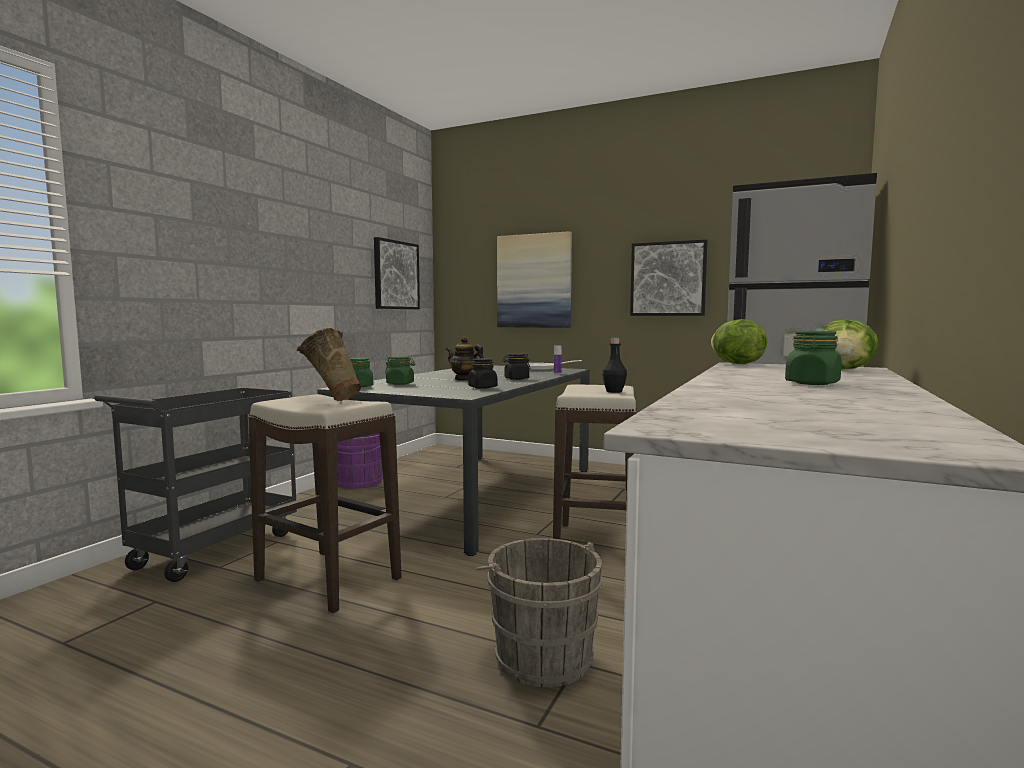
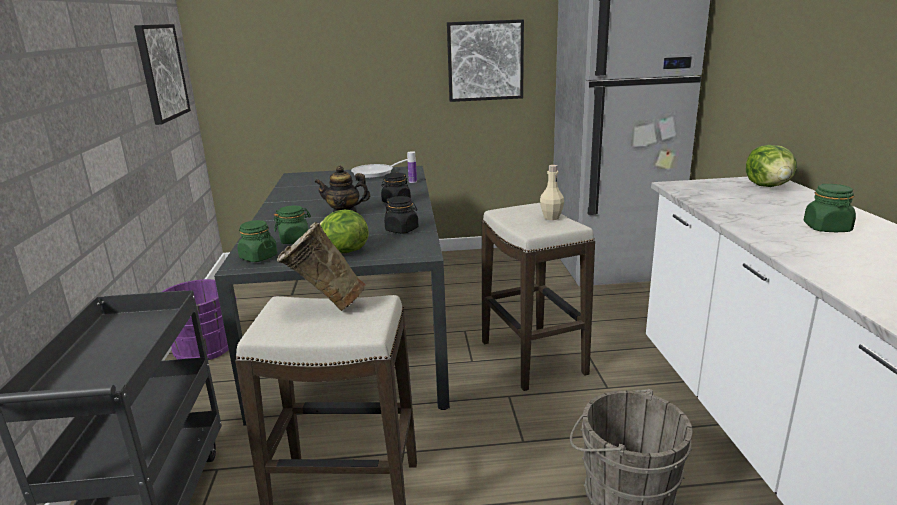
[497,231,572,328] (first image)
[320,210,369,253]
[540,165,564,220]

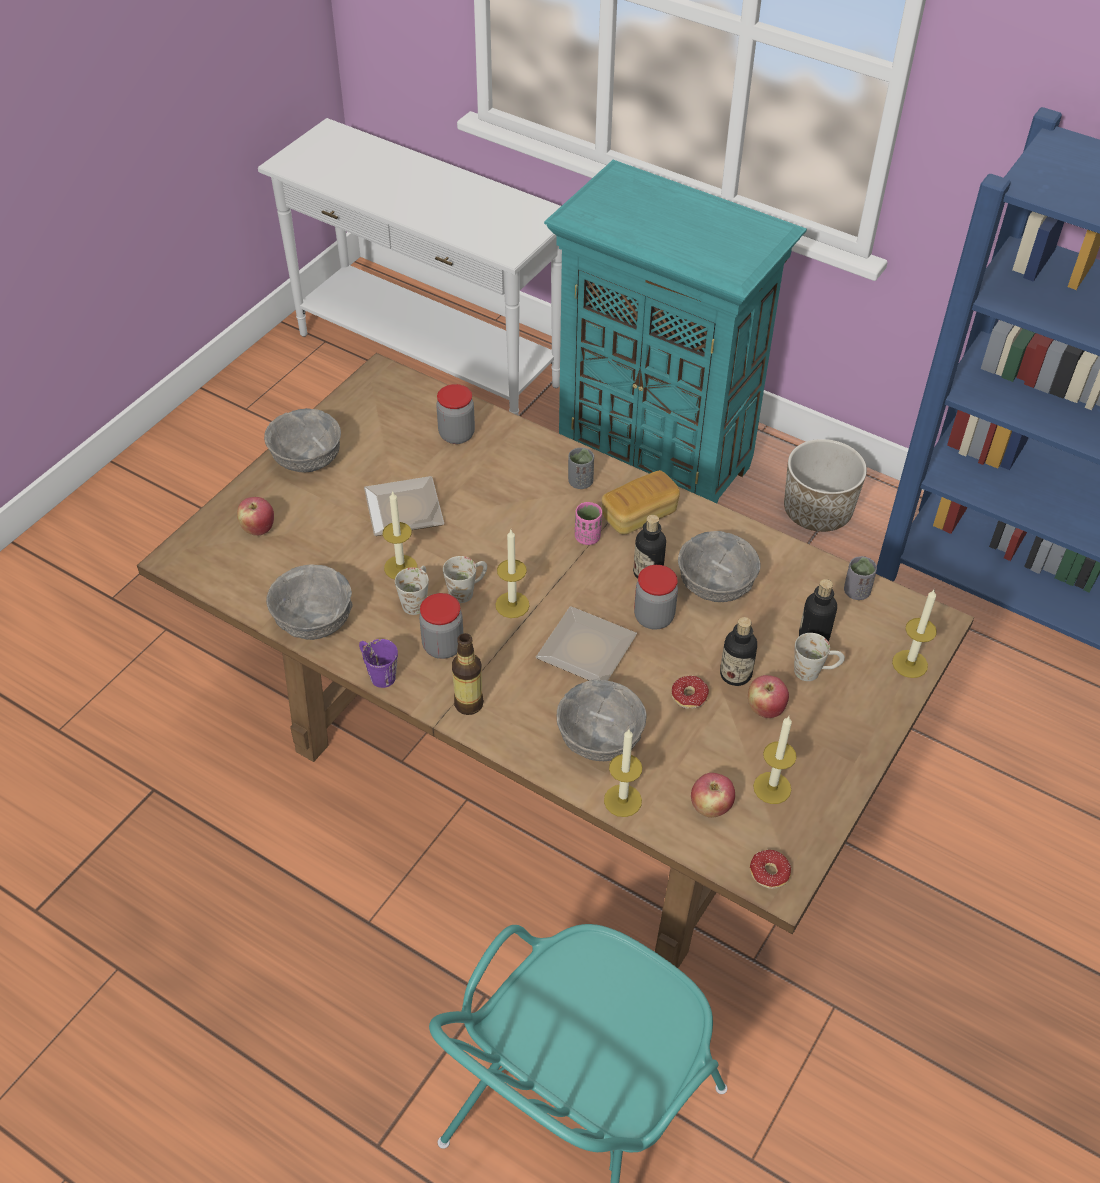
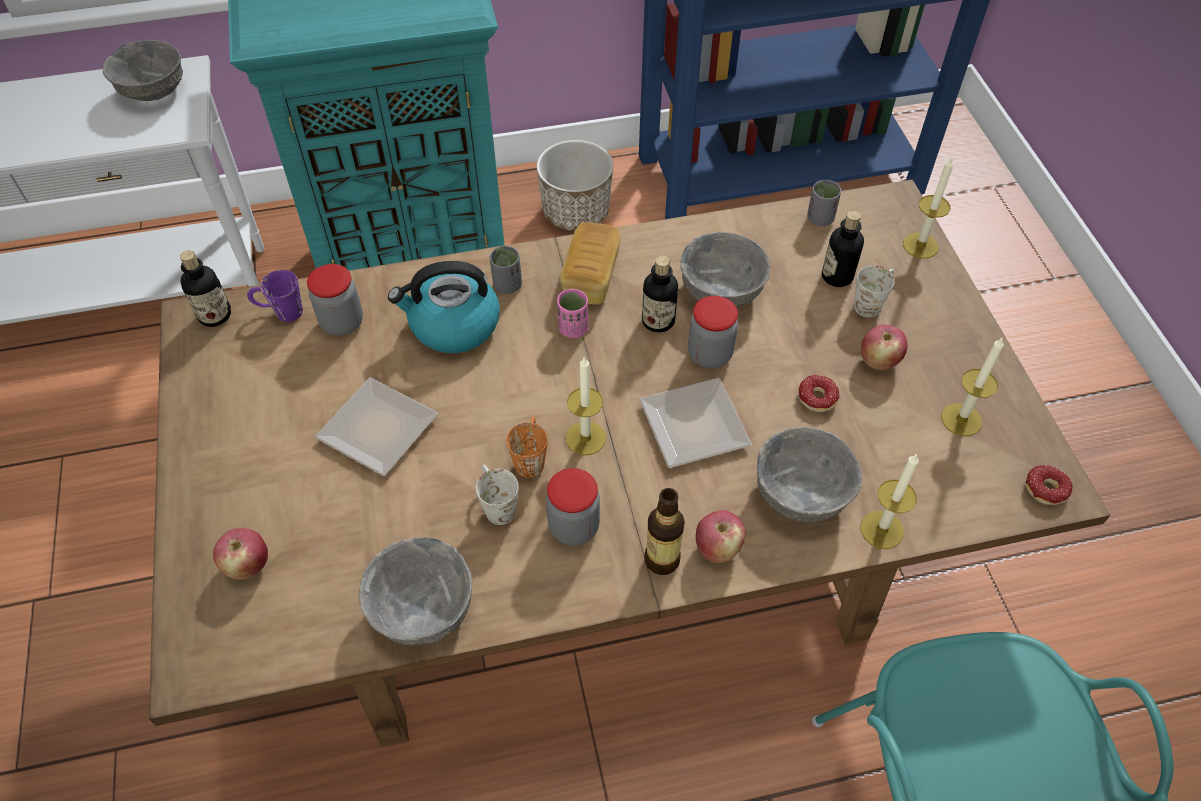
[383,491,417,579] (first image)
[388,261,500,353]
[103,40,183,101]
[247,270,303,322]
[696,510,746,563]
[180,250,231,327]
[506,416,548,478]

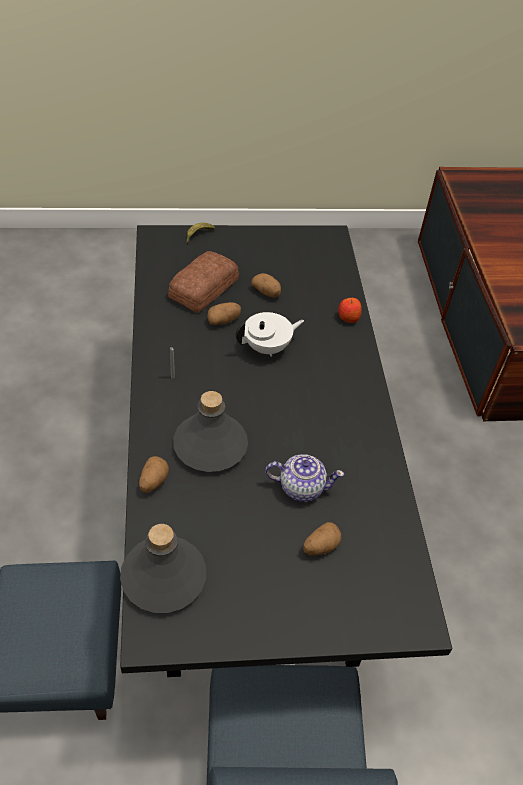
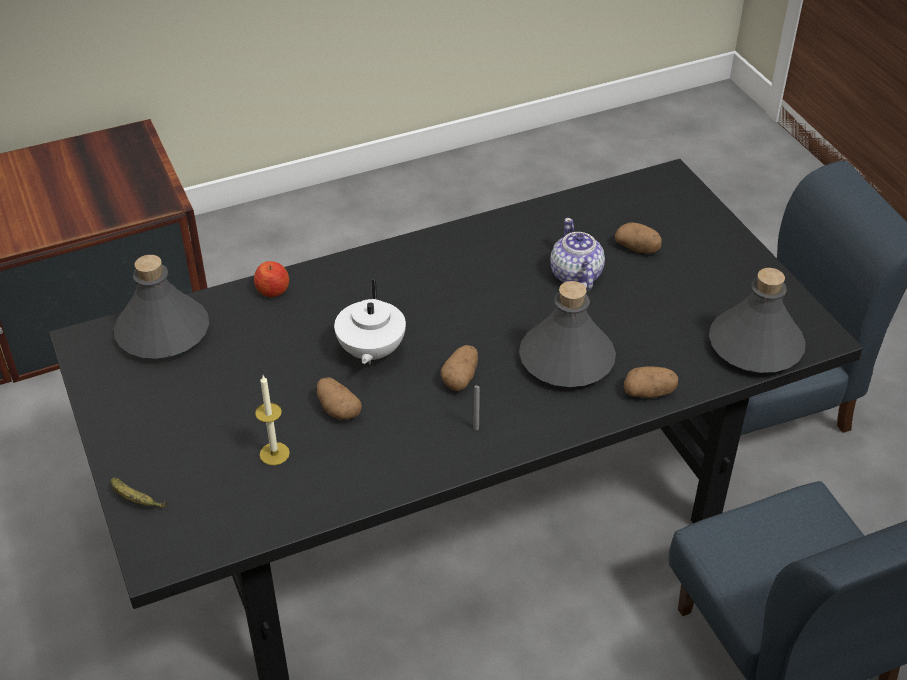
[114,255,209,359]
[440,345,478,391]
[255,376,290,465]
[334,280,406,364]

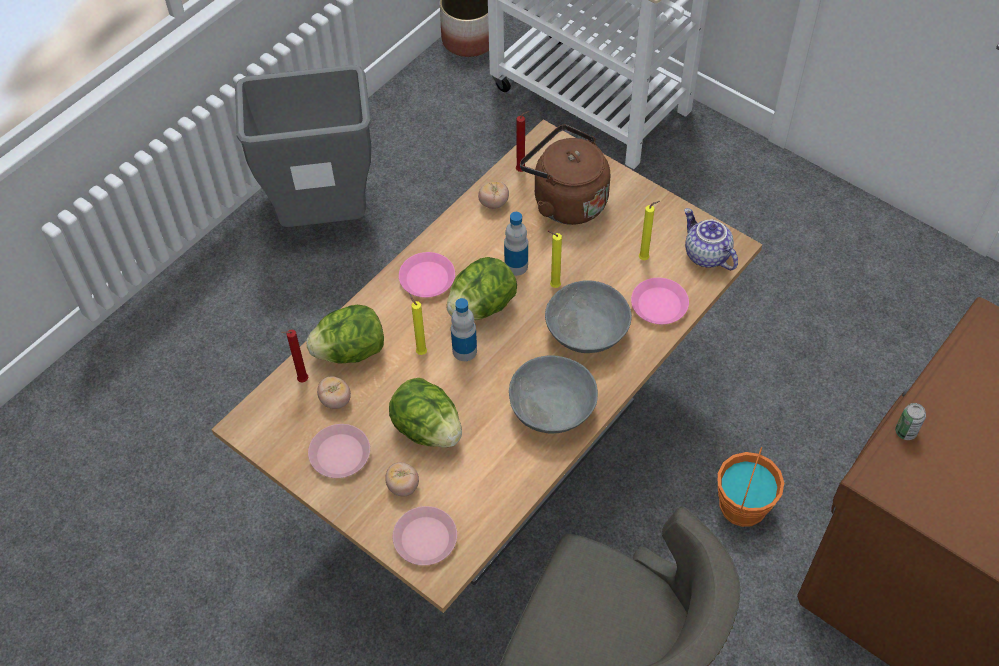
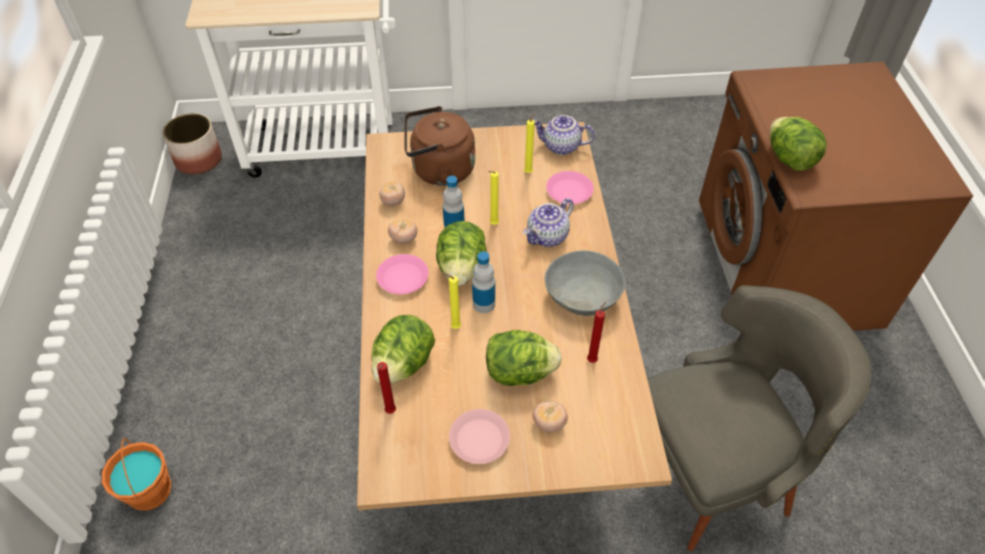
[235,65,371,227] (first image)
[393,506,457,565] (first image)
[388,219,417,244]
[587,301,606,363]
[102,438,171,511]
[523,198,574,247]
[770,117,827,171]

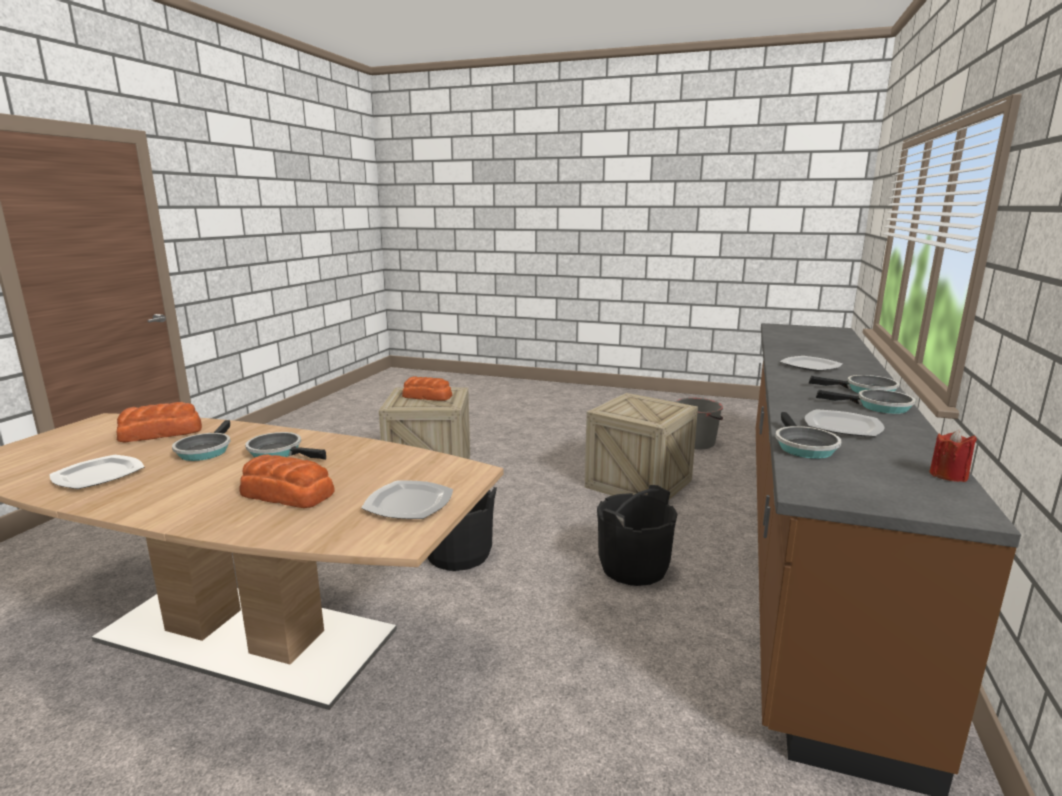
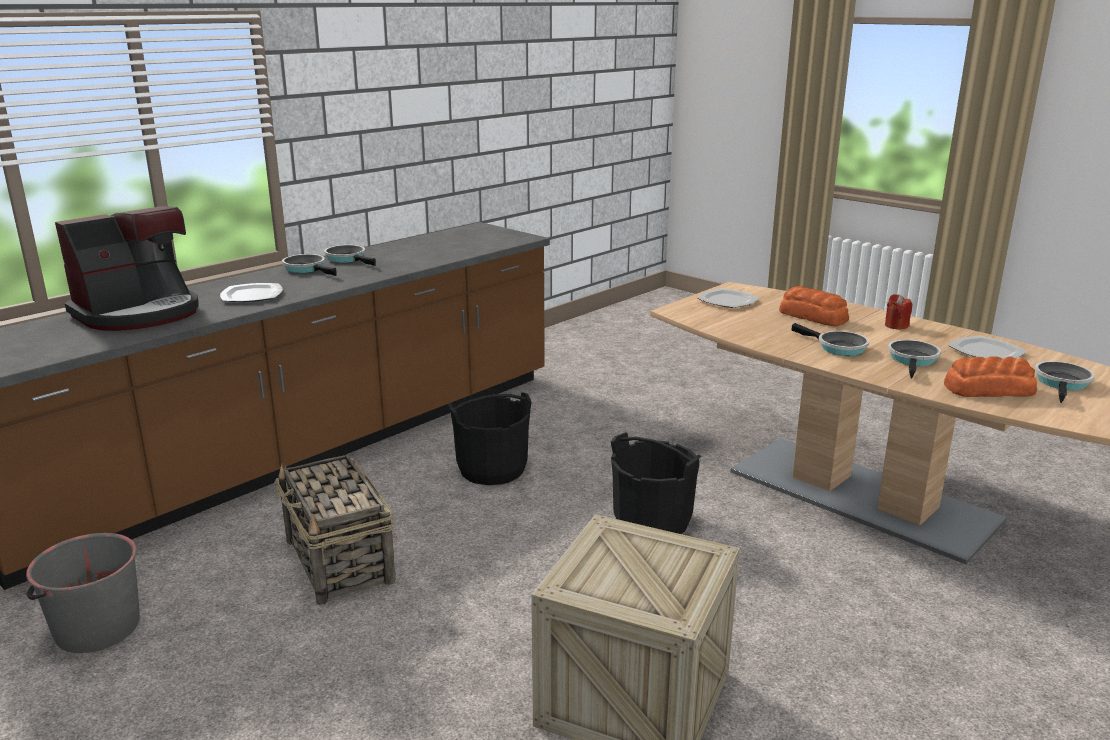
[402,376,452,401] (first image)
[805,409,884,437] (first image)
[55,206,199,331]
[1035,361,1095,403]
[885,294,912,330]
[274,455,396,605]

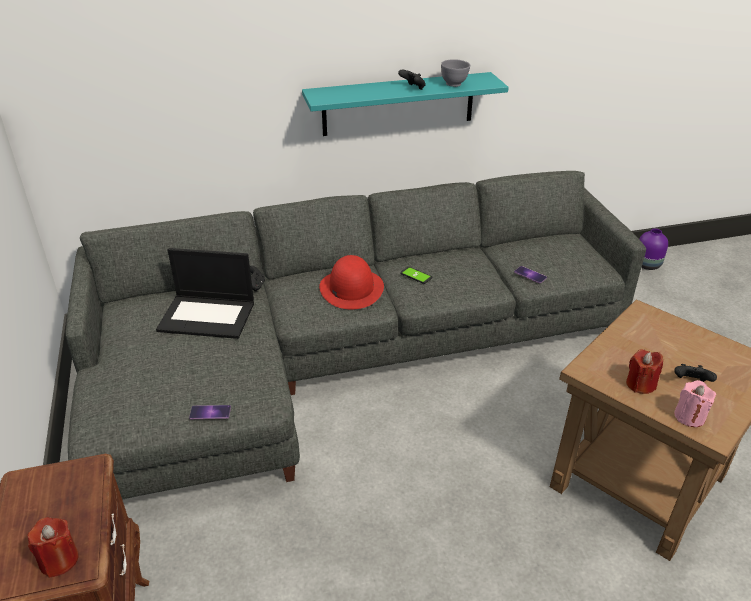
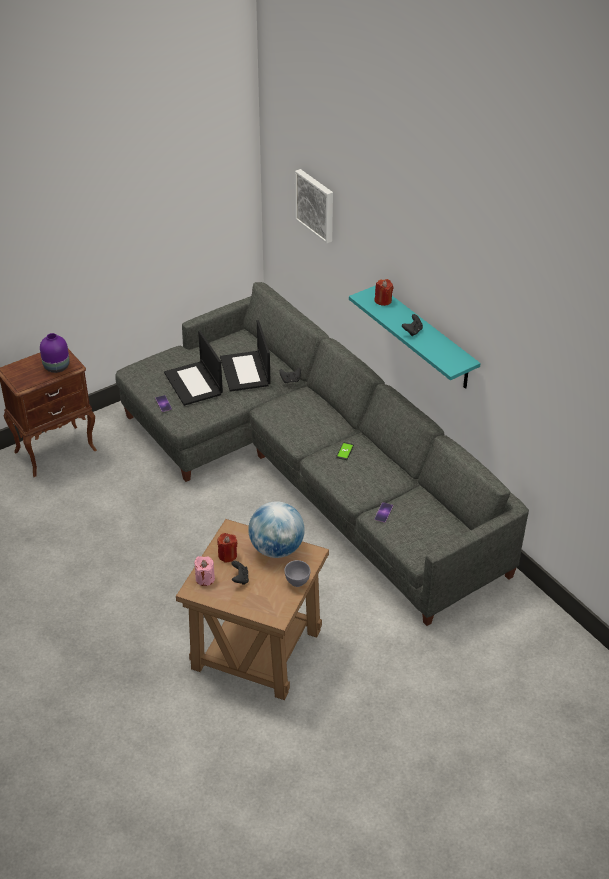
[319,255,384,309] (first image)
[164,330,223,406]
[248,501,305,558]
[295,169,333,244]
[374,279,394,306]
[284,560,311,587]
[40,333,70,373]

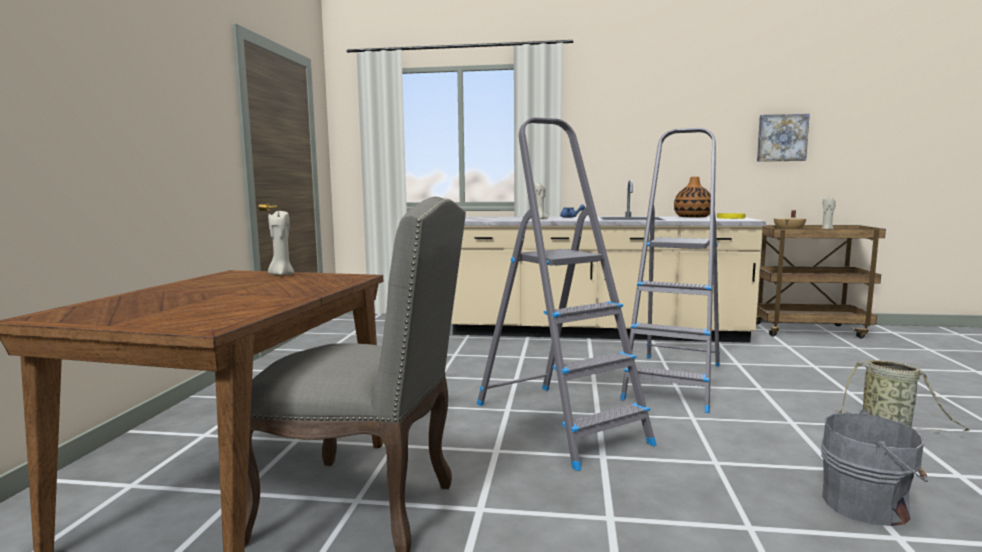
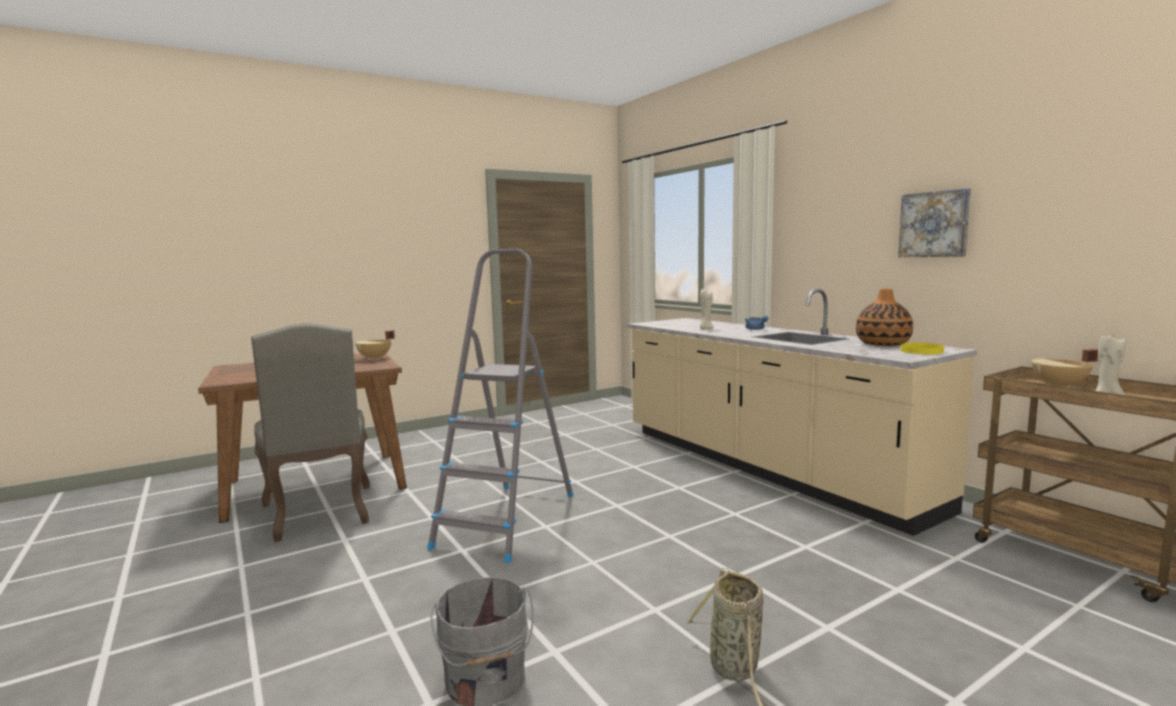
[620,128,720,413] (first image)
[898,188,971,257]
[354,330,395,360]

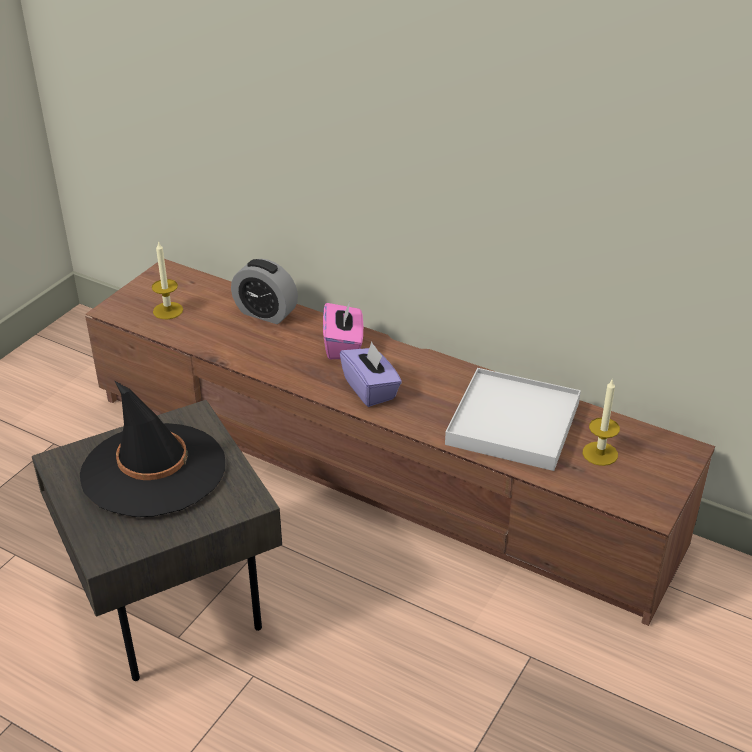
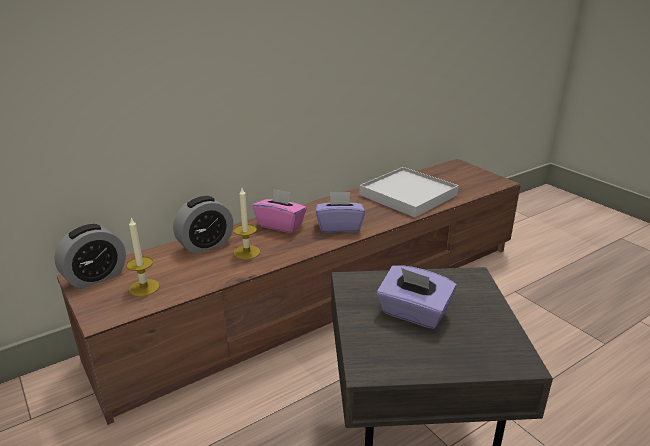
[54,224,126,289]
[234,188,260,260]
[377,265,457,329]

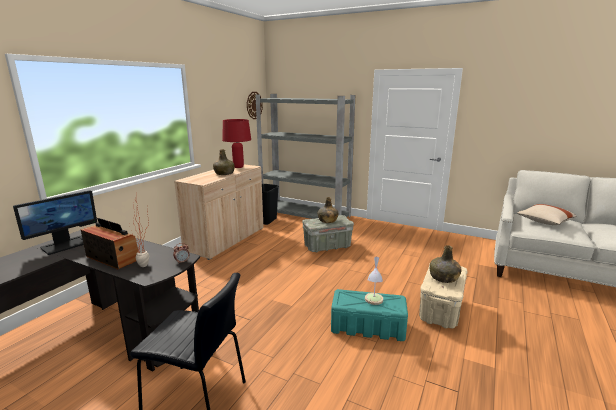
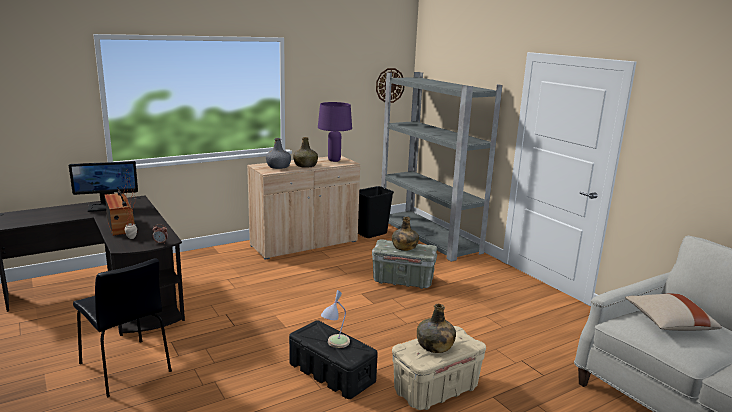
[266,138,291,169]
[318,102,352,162]
[289,320,378,399]

